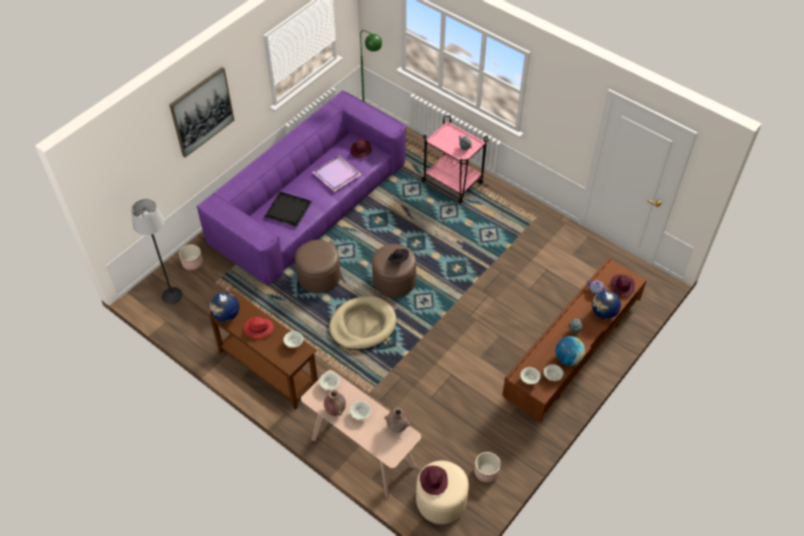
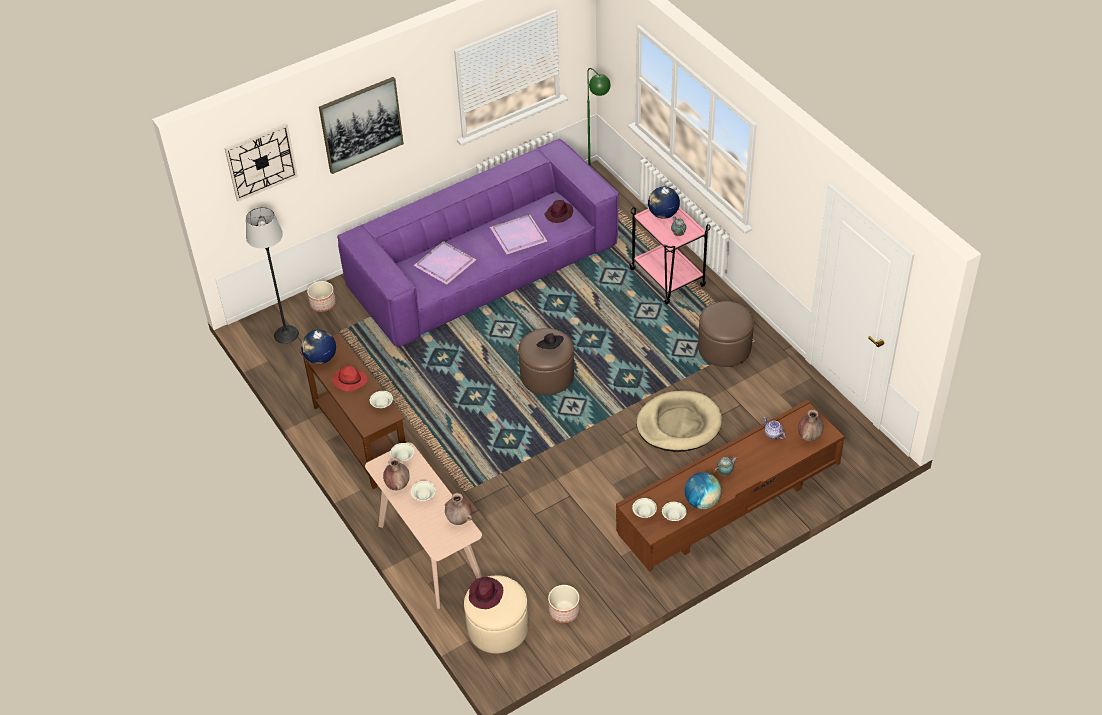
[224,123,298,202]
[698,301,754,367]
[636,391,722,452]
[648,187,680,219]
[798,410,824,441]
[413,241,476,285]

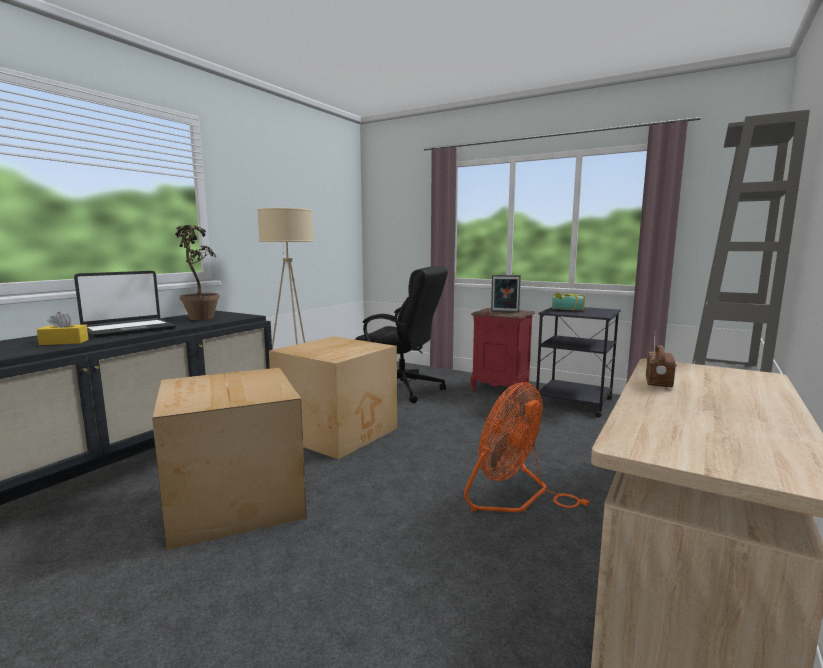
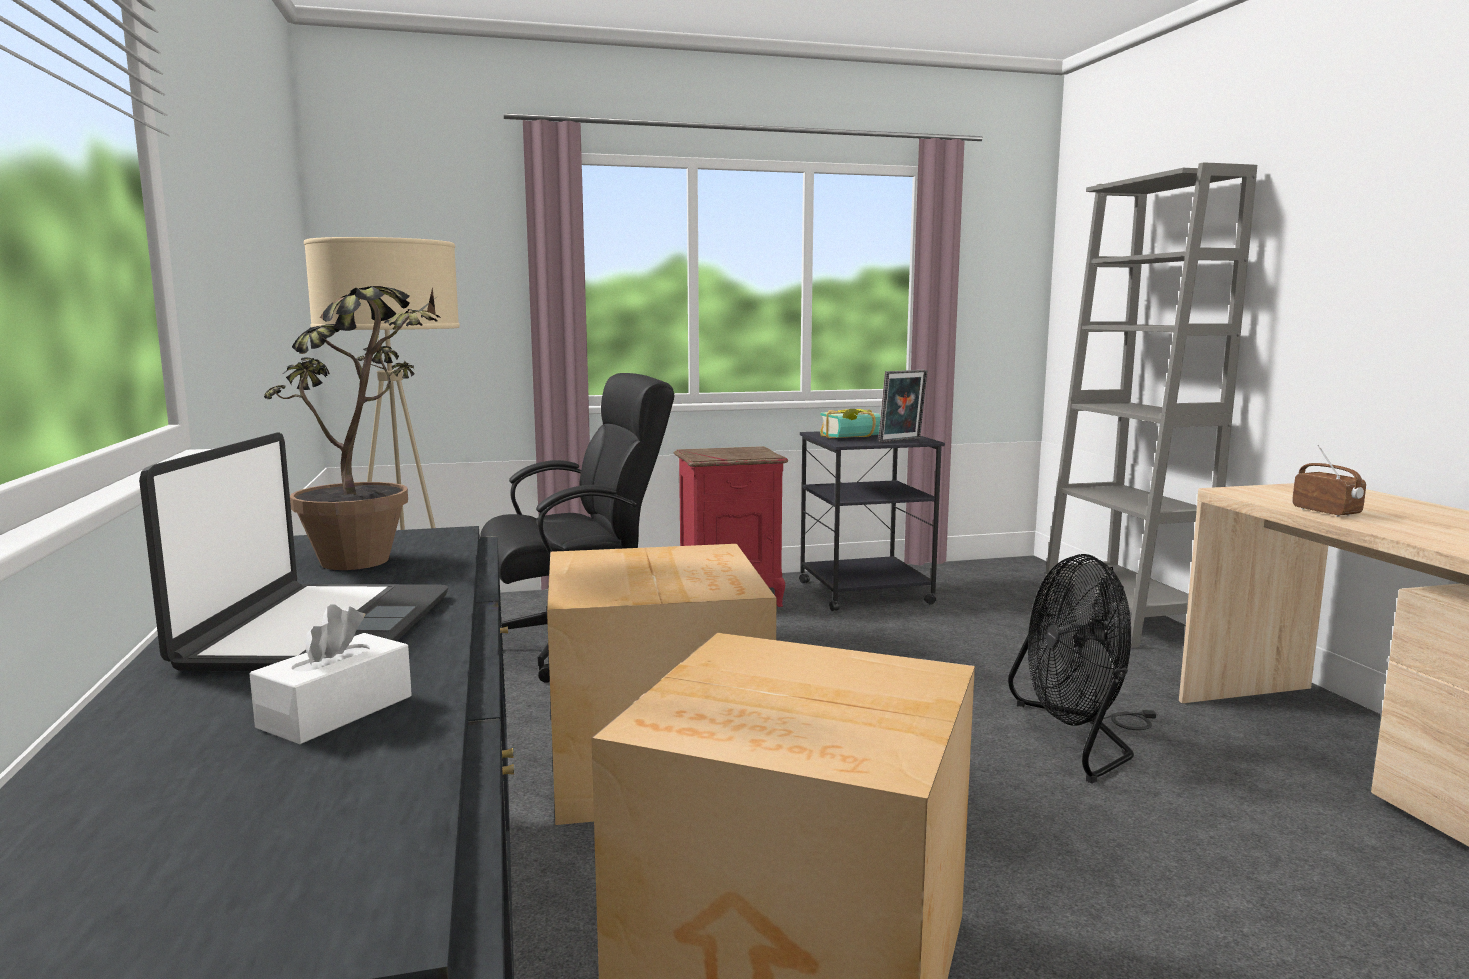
[878,370,928,442]
[250,604,412,744]
[1008,554,1159,784]

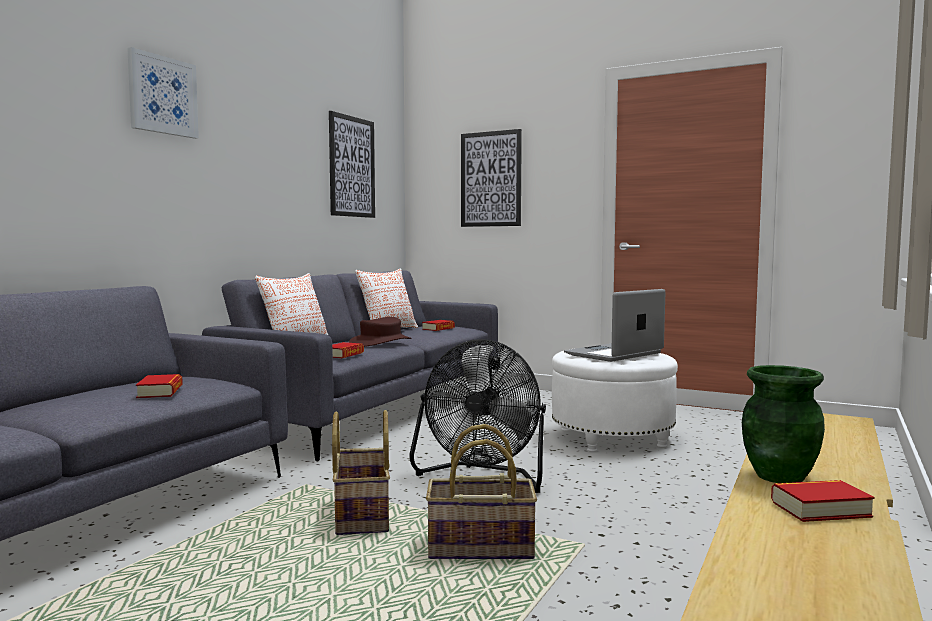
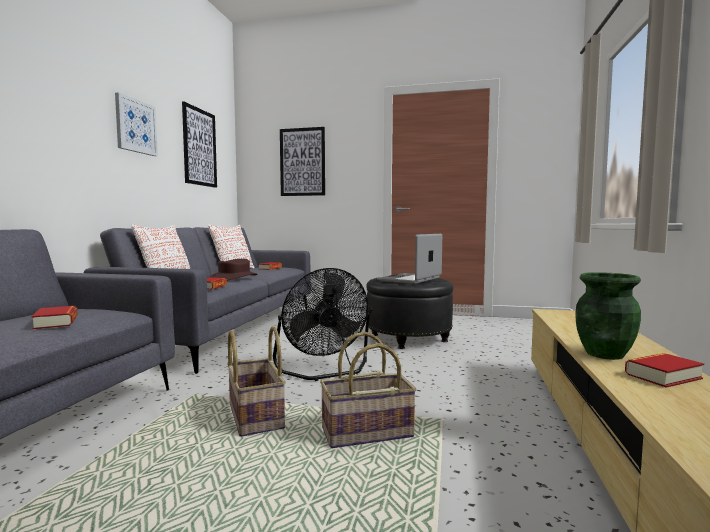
[115,92,158,156]
[367,277,453,349]
[273,268,372,381]

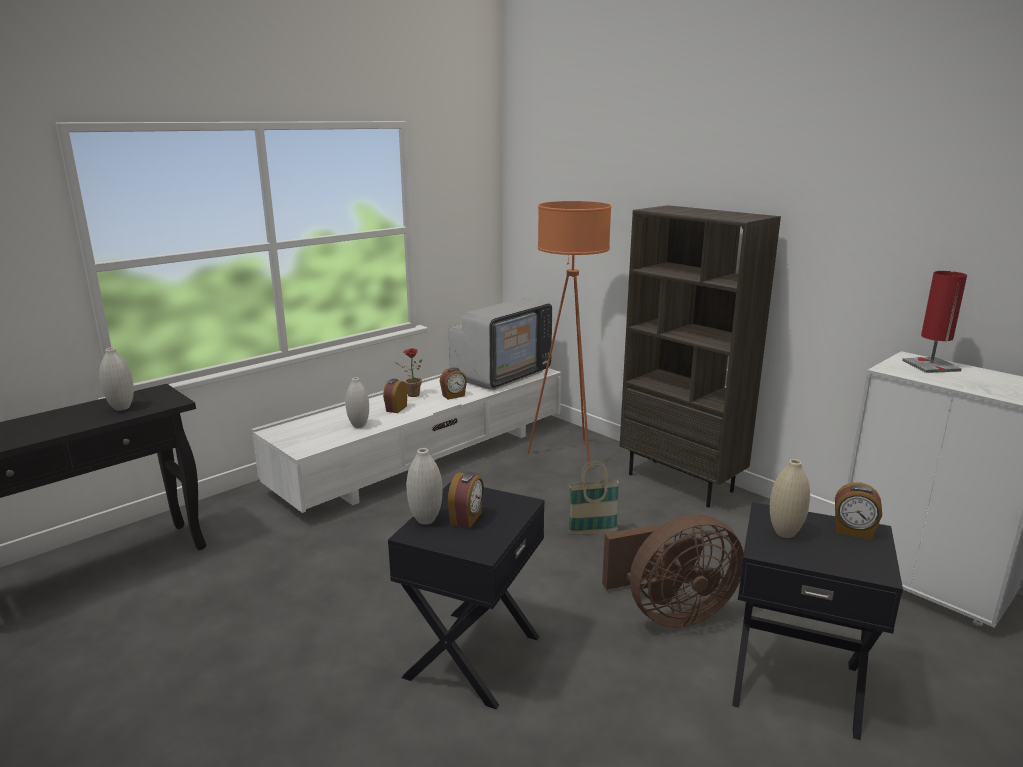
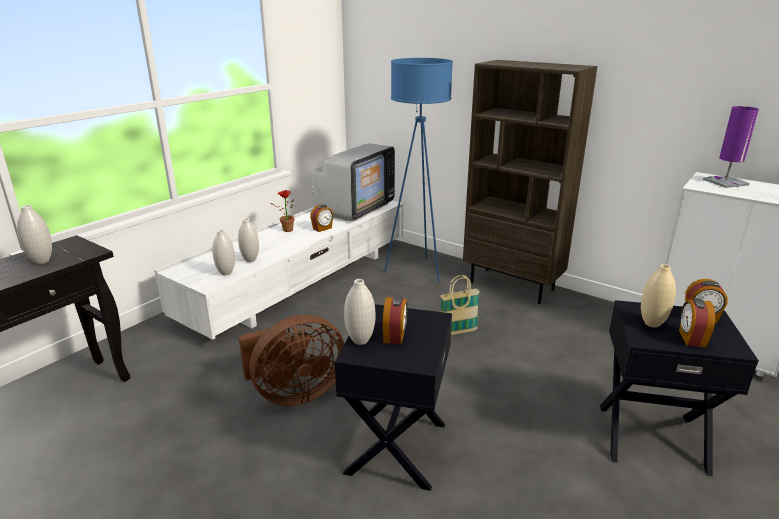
[212,230,235,275]
[679,298,715,348]
[239,315,345,406]
[384,58,453,282]
[703,106,759,188]

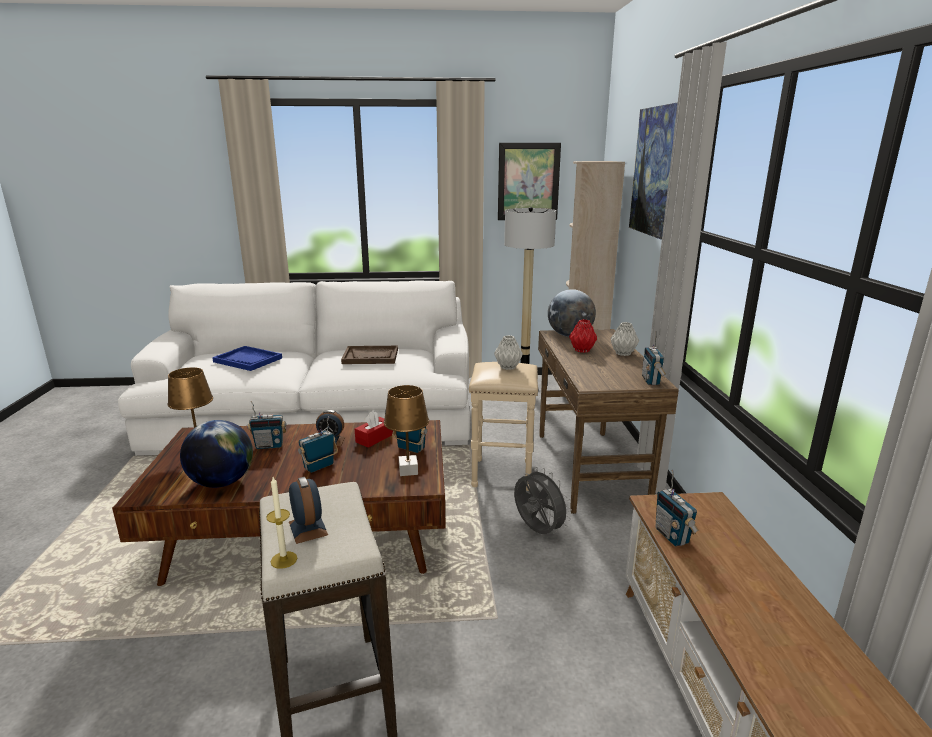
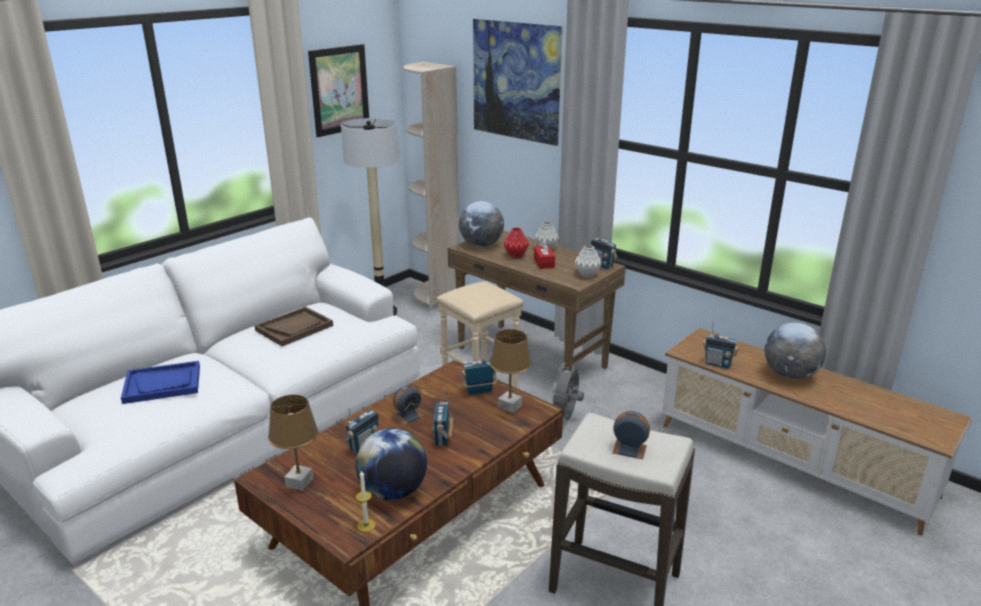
[765,323,826,380]
[356,470,376,532]
[534,240,555,269]
[575,245,602,277]
[549,363,584,420]

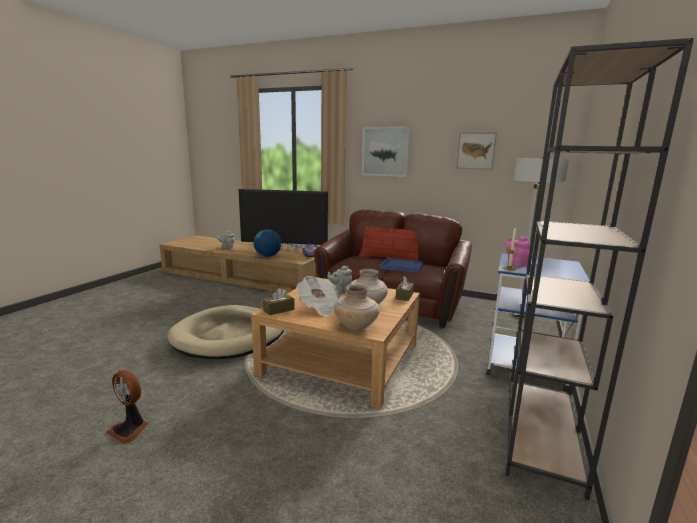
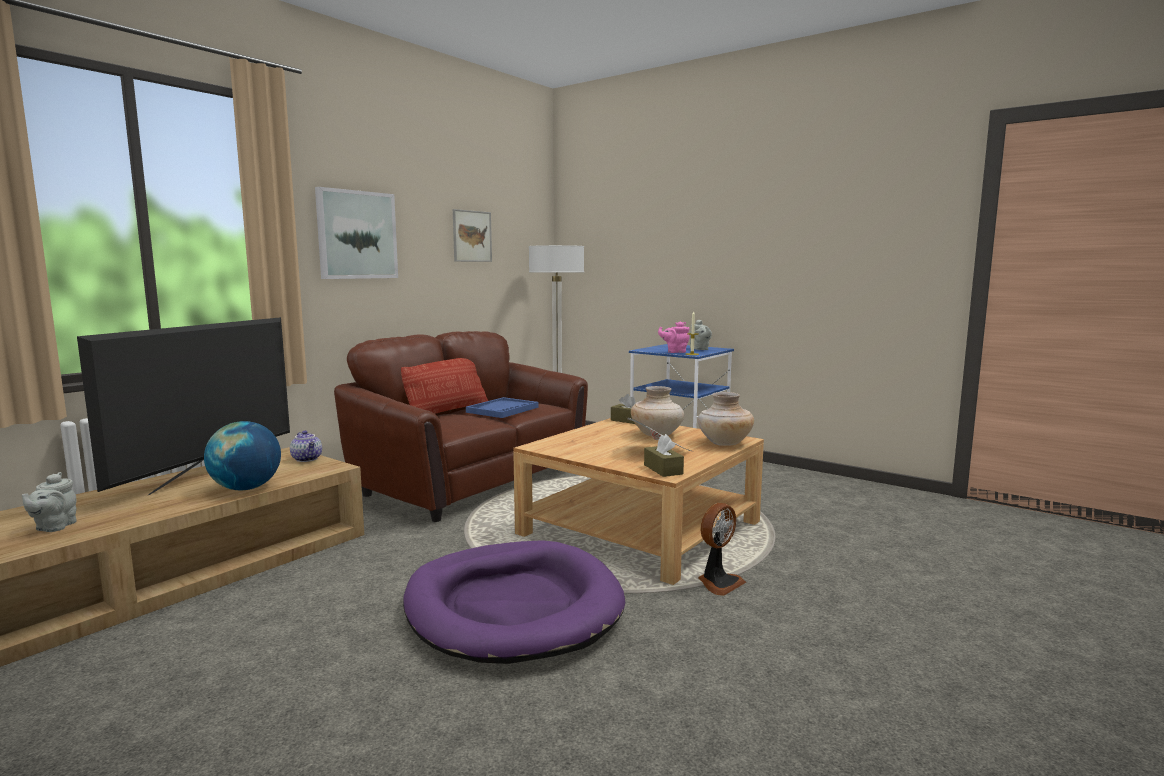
[505,38,694,500] (first image)
[698,503,746,596]
[690,320,712,350]
[403,540,625,664]

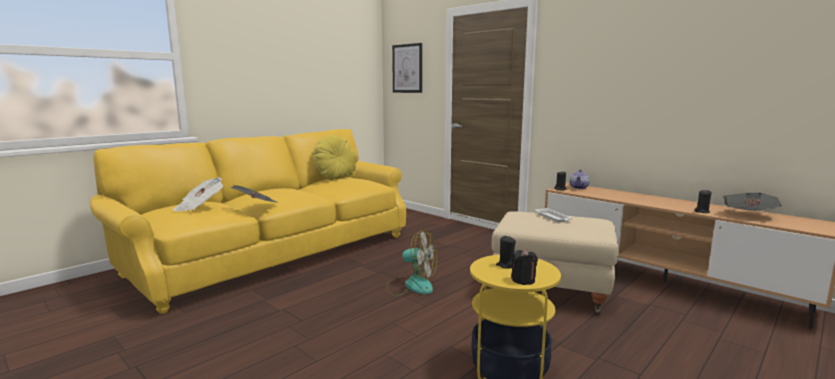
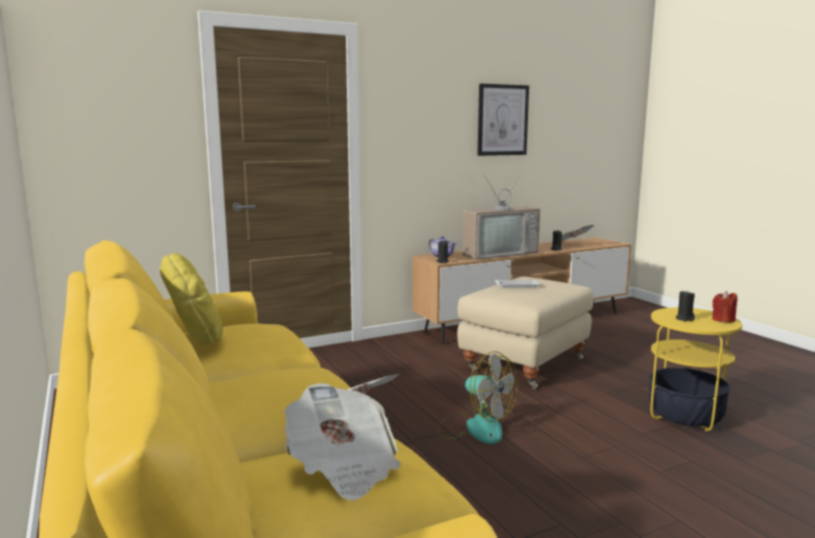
[462,170,540,260]
[478,84,529,156]
[712,291,737,323]
[438,351,518,444]

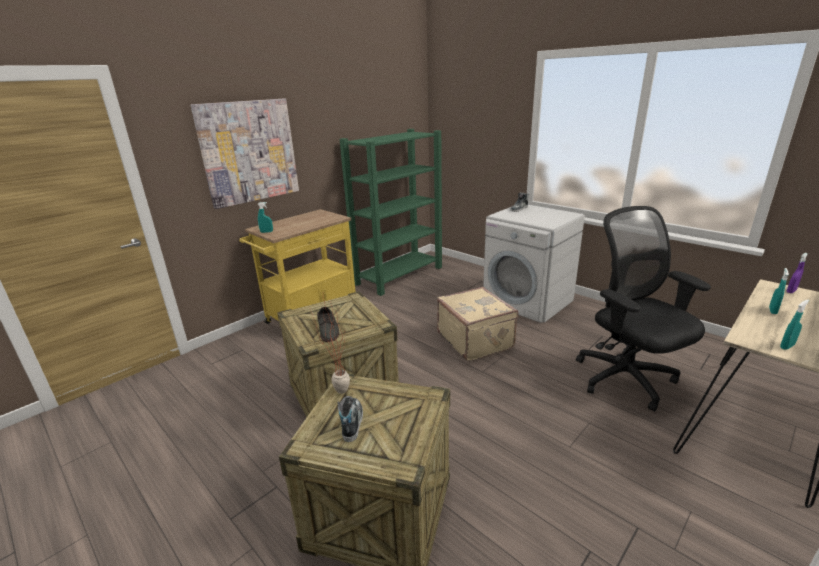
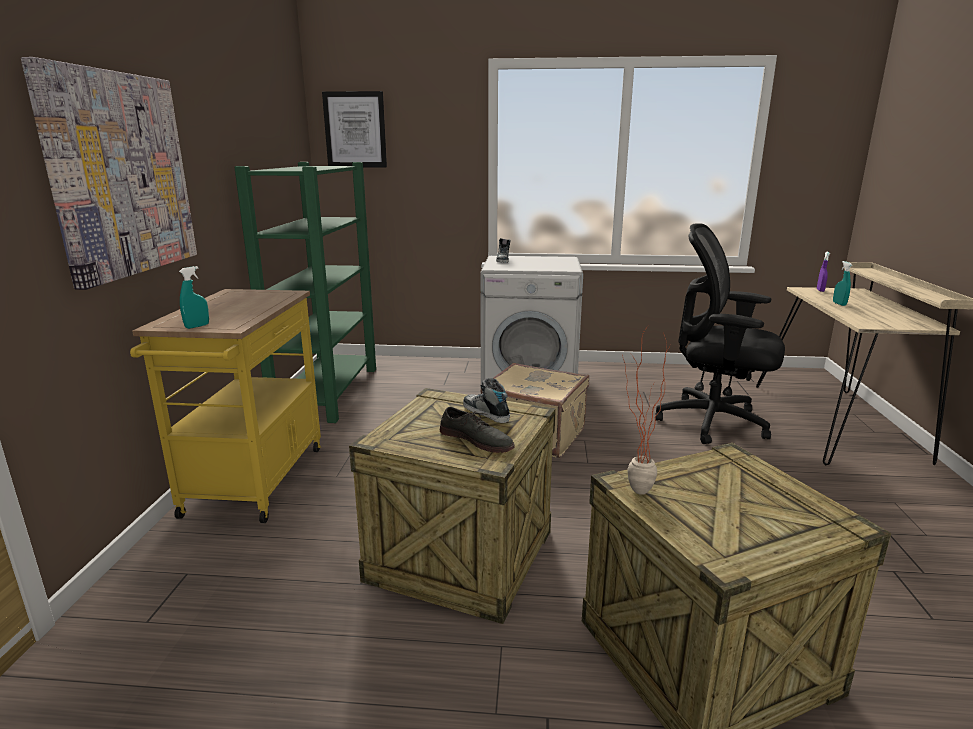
[780,300,809,350] (first image)
[322,91,387,168]
[463,378,510,423]

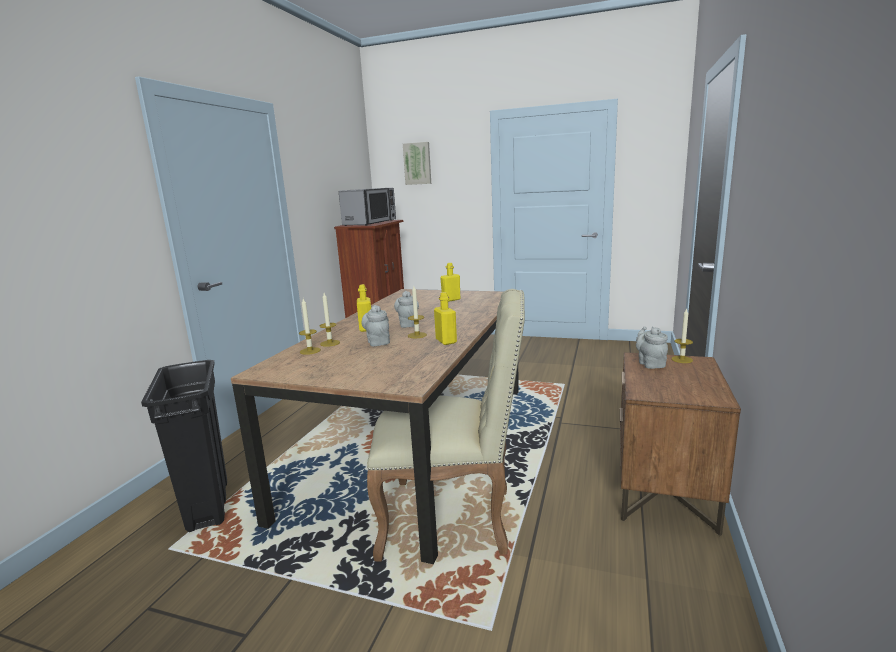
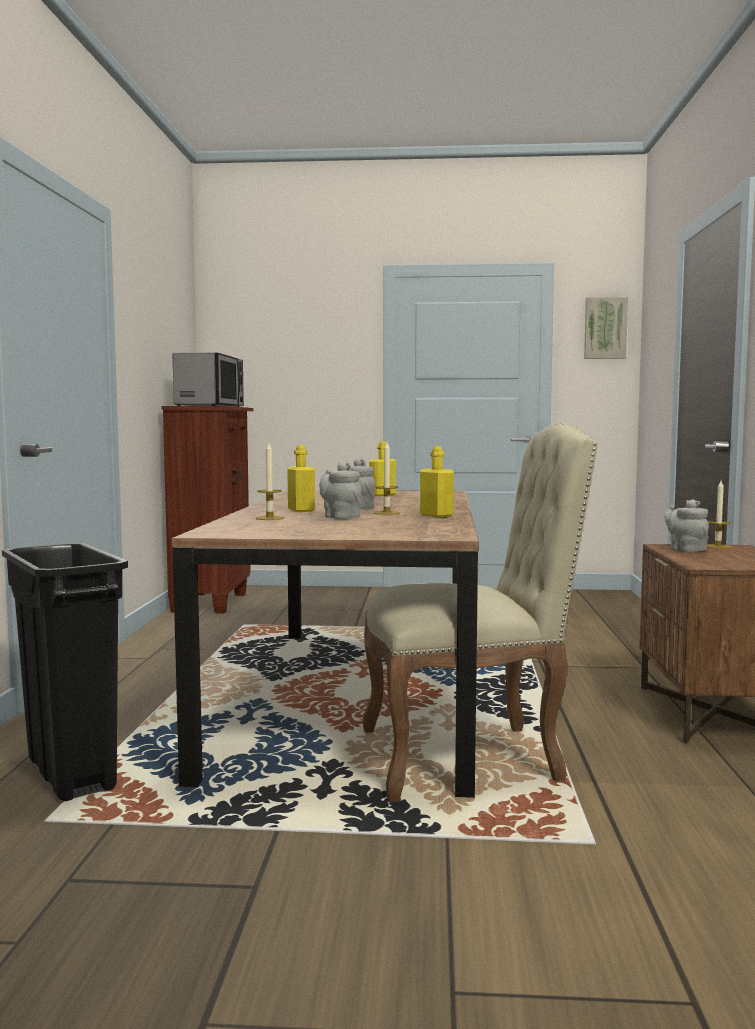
[299,299,321,355] (first image)
[584,297,628,359]

